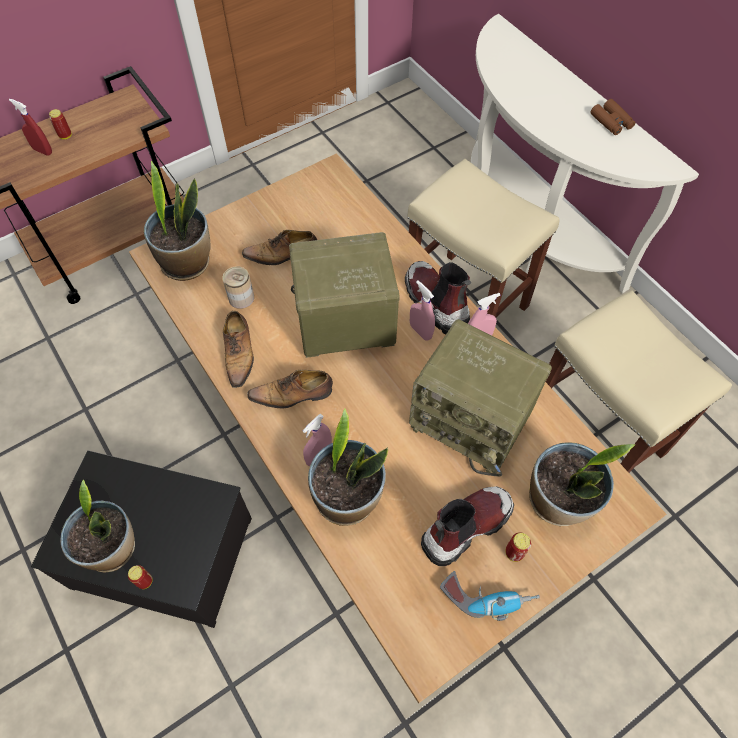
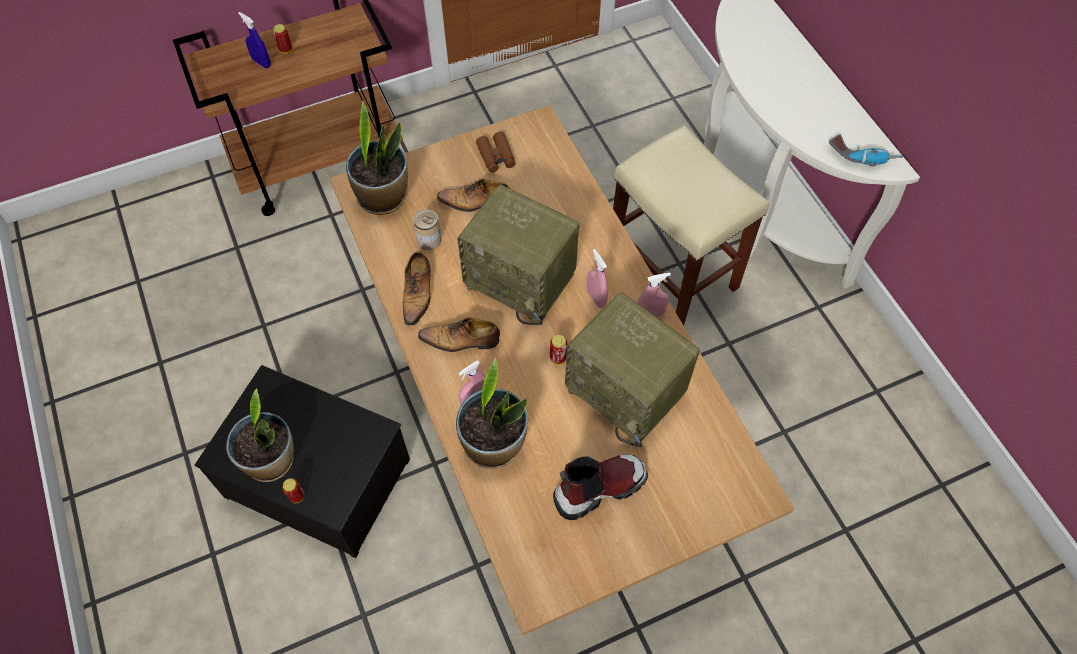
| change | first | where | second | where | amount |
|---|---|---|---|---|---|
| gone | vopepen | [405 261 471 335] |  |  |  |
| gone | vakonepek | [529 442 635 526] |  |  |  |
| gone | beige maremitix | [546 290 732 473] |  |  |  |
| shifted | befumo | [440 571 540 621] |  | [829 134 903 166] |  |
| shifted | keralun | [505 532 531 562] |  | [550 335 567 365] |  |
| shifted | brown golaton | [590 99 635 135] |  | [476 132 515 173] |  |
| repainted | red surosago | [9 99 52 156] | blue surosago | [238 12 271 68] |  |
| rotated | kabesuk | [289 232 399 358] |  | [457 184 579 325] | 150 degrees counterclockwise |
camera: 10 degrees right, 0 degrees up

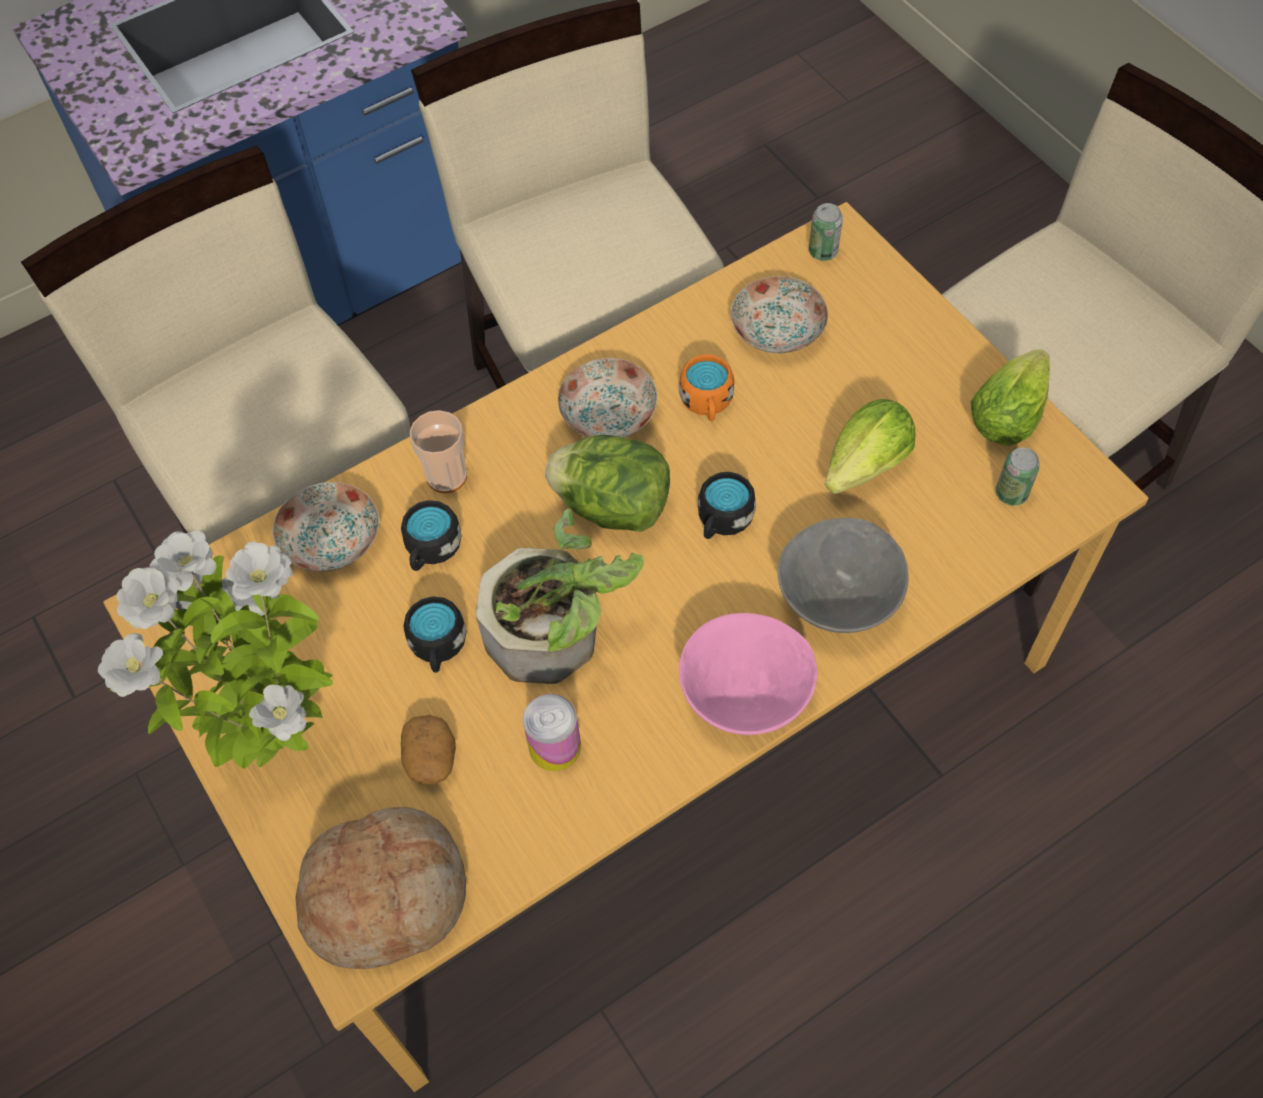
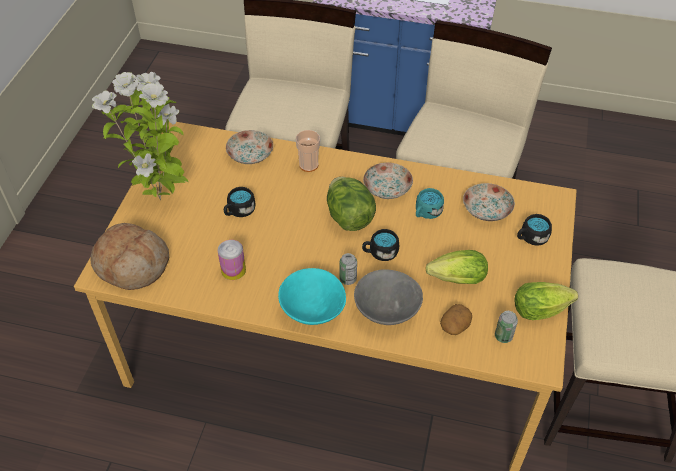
| change | first | where | second | where | amount |
|---|---|---|---|---|---|
| gone | vakonepek | [475 508 644 684] |  |  |  |
| shifted | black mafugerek | [401 500 461 571] |  | [517 214 552 246] |  |
| shifted | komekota | [401 715 456 785] |  | [440 304 472 335] |  |
| shifted | keralun | [809 203 843 261] |  | [340 253 357 285] |  |
| repainted | orange mafugerek | [679 354 734 421] | turquoise mafugerek | [416 188 444 219] |  |
| repainted | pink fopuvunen | [679 613 818 735] | turquoise fopuvunen | [278 268 346 325] |  |
camera: 45 degrees right, 10 degrees down

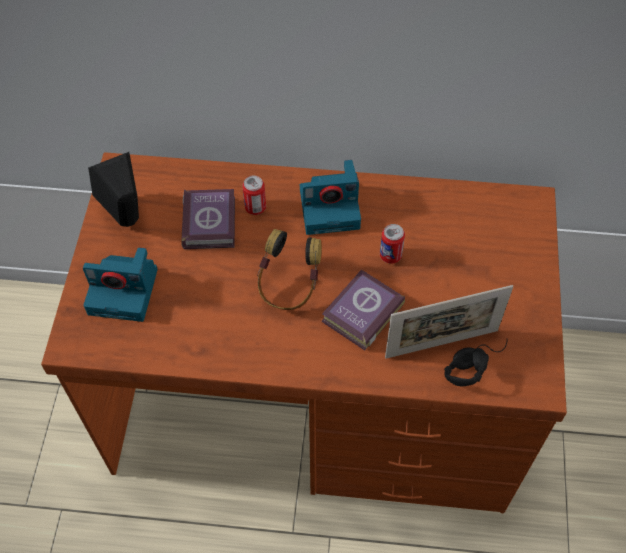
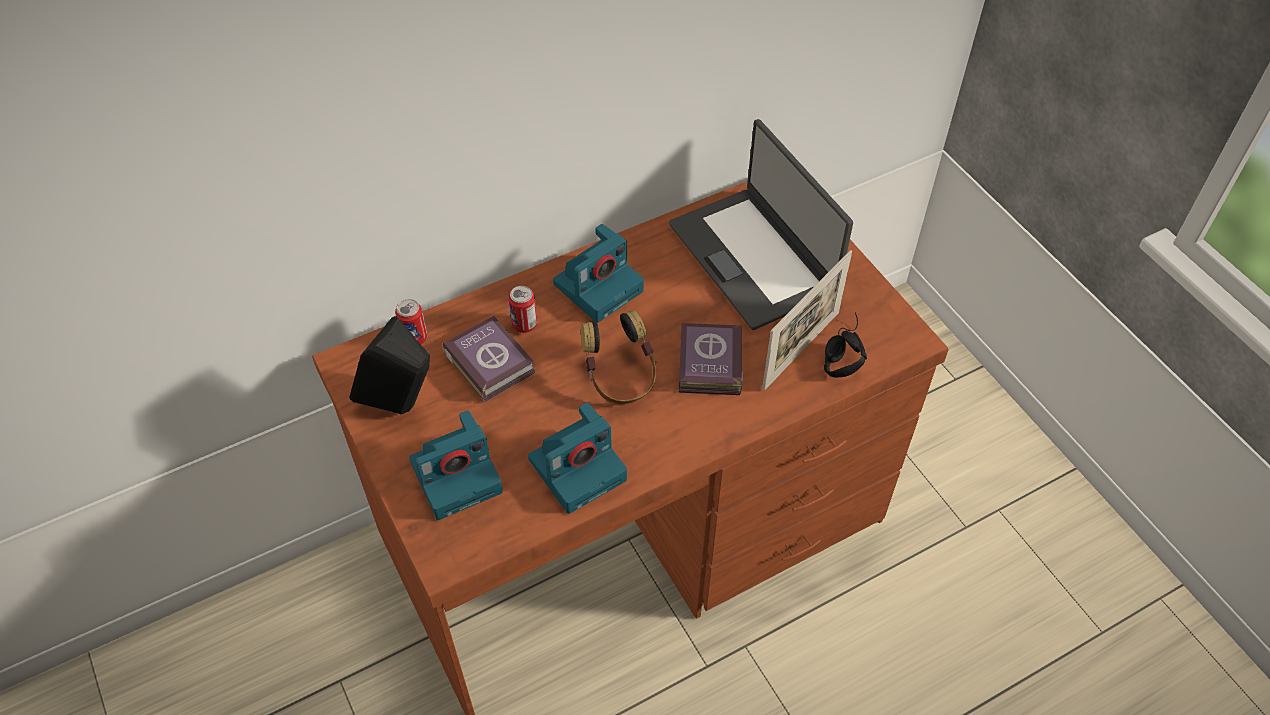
| change | first | where | second | where | amount |
|---|---|---|---|---|---|
| new |  |  | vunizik | [528 402 627 514] |  |
| new |  |  | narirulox | [669 119 853 330] |  |
| shifted | keralun | [380 224 405 264] |  | [395 299 427 344] |  |
camera: 35 degrees left, 5 degrees down

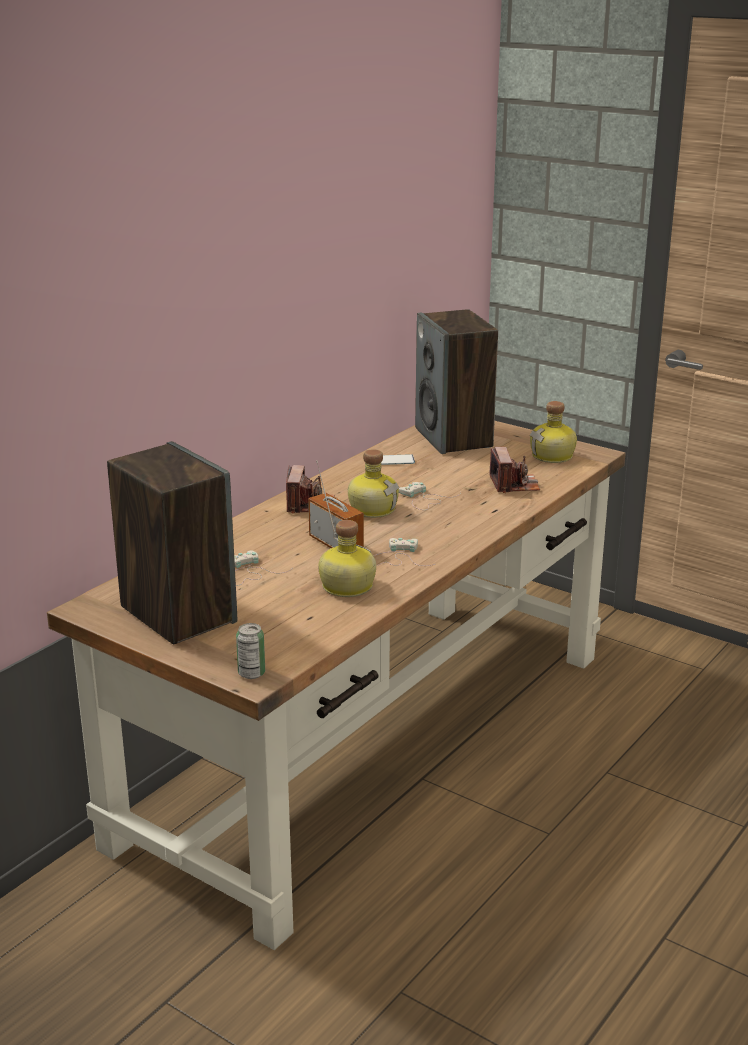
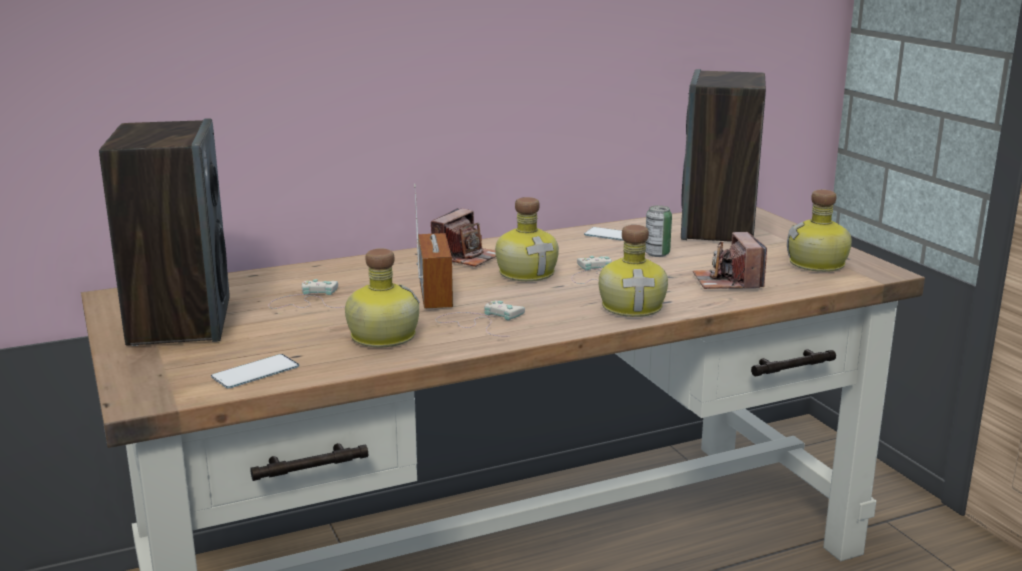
| change | first | where | second | where | amount |
|---|---|---|---|---|---|
| new |  |  | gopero | [211 354 299 388] |  |
| new |  |  | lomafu | [599 225 668 317] |  |
| shifted | keralun | [236 623 265 679] |  | [645 205 672 257] |  |
| rotated | vunizik | [489 447 540 493] |  | [693 232 767 289] | 150 degrees clockwise |
camera: 30 degrees right, 5 degrees down

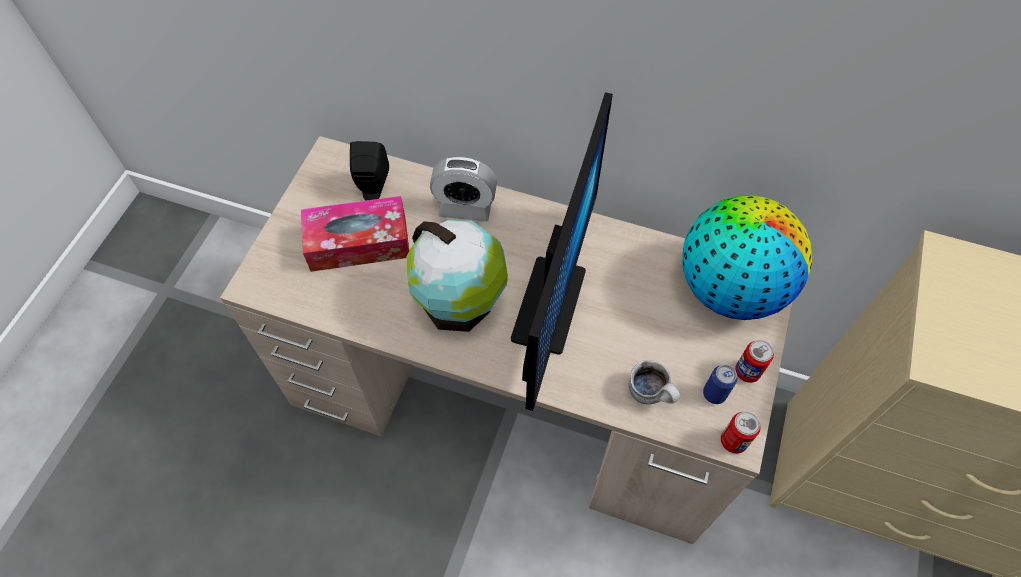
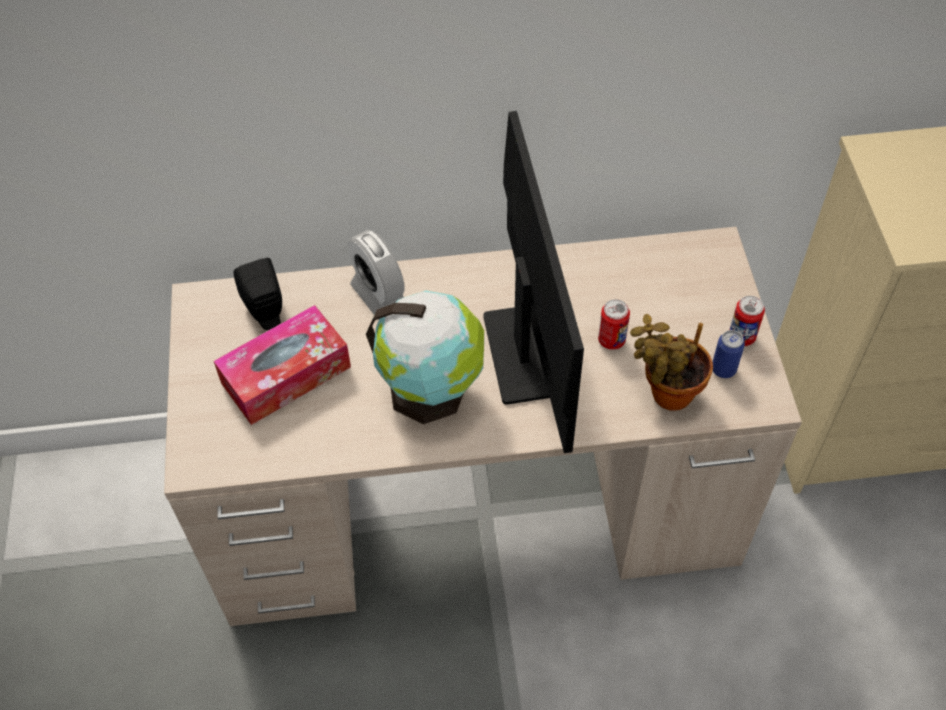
| change | first | where | second | where | amount |
|---|---|---|---|---|---|
| gone | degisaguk | [682 195 812 320] |  |  |  |
| shifted | keralun | [721 412 761 454] |  | [598 299 630 350] |  |
| swapped | mafugerek | [629 360 680 404] | vakonepek | [630 314 713 411] |  |
| rotated | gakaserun | [430 157 497 222] |  | [348 230 404 320] | 75 degrees clockwise |
camera: 25 degrees left, 5 degrees down

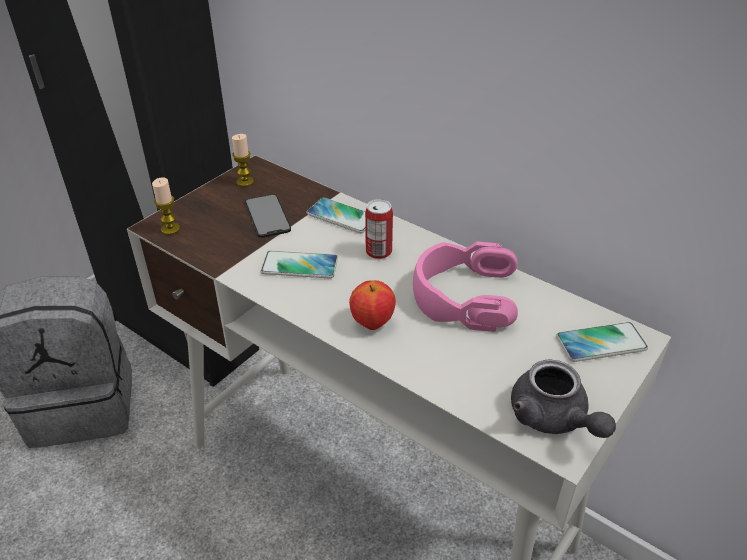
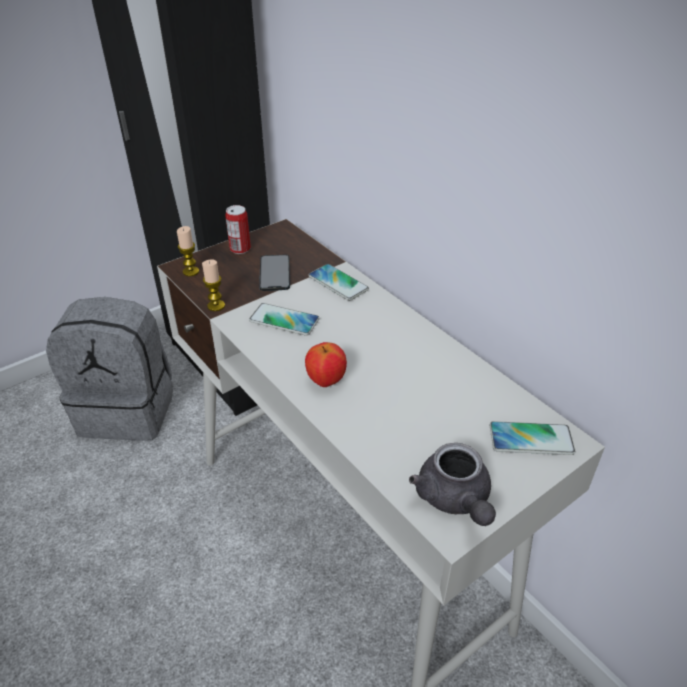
| change | first | where | second | where | amount |
|---|---|---|---|---|---|
| gone | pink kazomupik | [413 241 518 332] |  |  |  |
| shifted | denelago | [232 134 254 187] |  | [202 259 225 311] |  |
| shifted | keralun | [365 199 393 259] |  | [225 205 251 254] |  |
camera: 15 degrees right, 0 degrees up

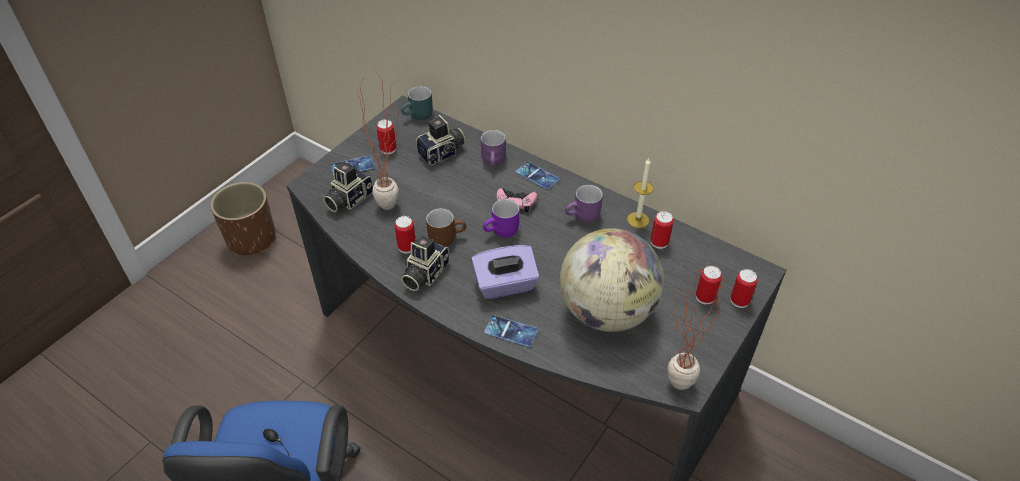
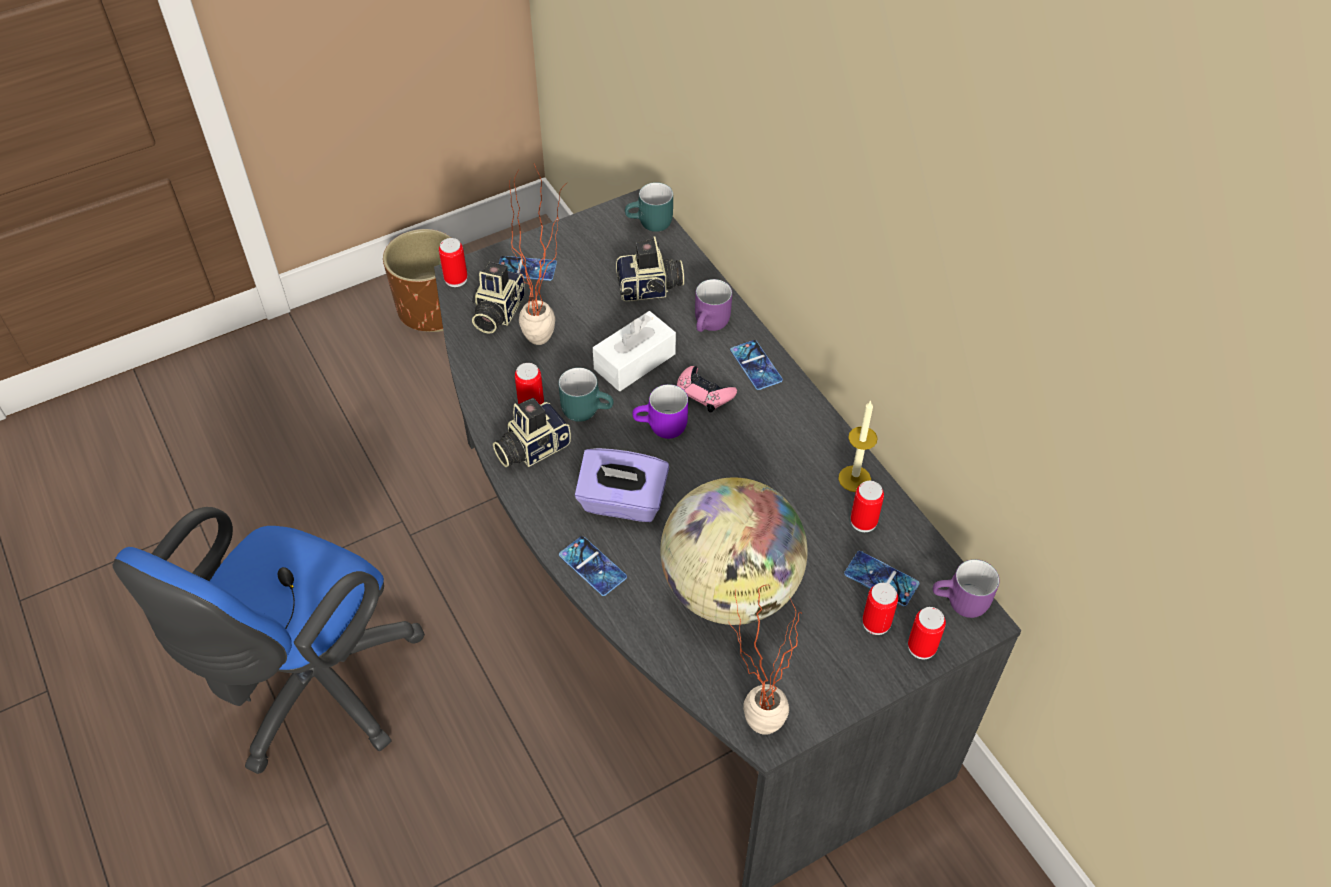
| change | first | where | second | where | amount |
|---|---|---|---|---|---|
| new |  |  | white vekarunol | [593 311 676 391] |  |
| new |  |  | gopero | [844 551 920 606] |  |
| shifted | keralun | [377 119 396 154] |  | [439 238 467 287] |  |
| shifted | purple mafugerek | [565 185 603 223] |  | [933 559 999 618] |  |
| repainted | brown mafugerek | [426 208 466 247] | turquoise mafugerek | [559 368 614 422] |  |
| rotated | vunizik | [323 162 373 212] |  | [472 262 525 334] | 45 degrees counterclockwise |
camera: 25 degrees right, 5 degrees up

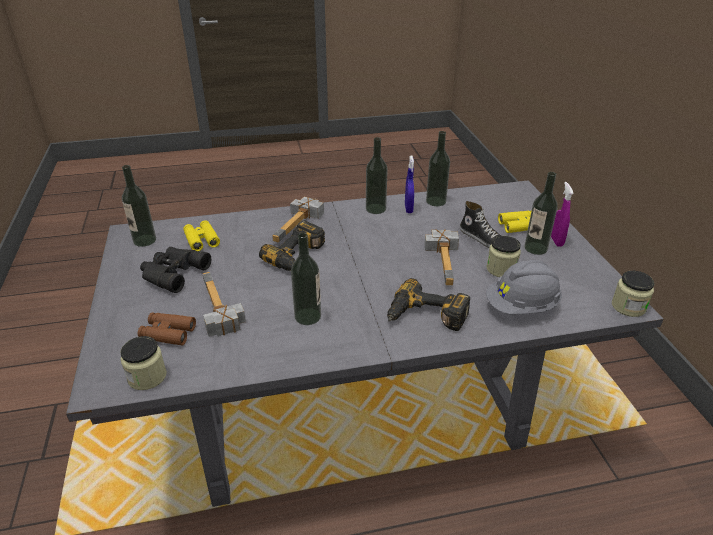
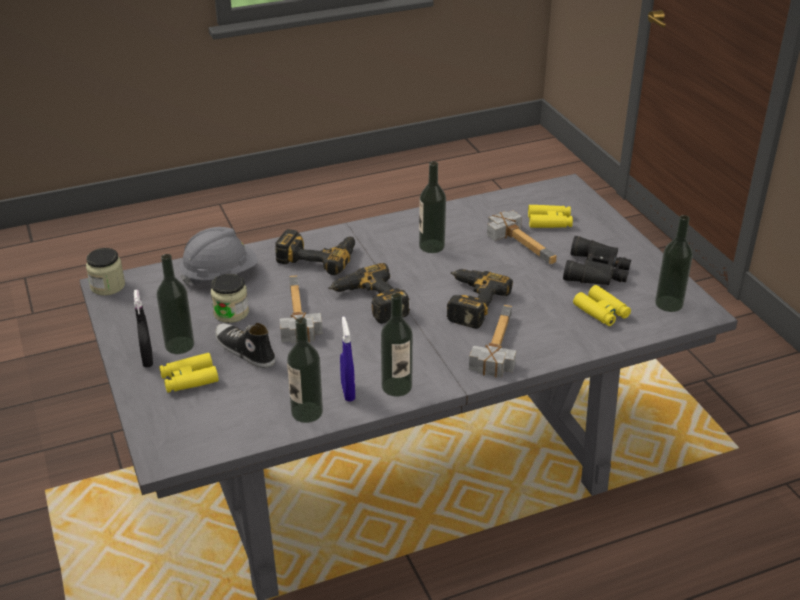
| change | first | where | second | where | amount |
|---|---|---|---|---|---|
| gone | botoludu | [120 336 167 390] |  |  |  |
| new |  |  | befumo | [328 263 410 324] |  |
| repainted | brown golaton | [138 313 196 346] | yellow golaton | [528 205 573 228] |  |
| repainted | purple surosago | [551 182 574 247] | black surosago | [134 290 153 367] |  |
camera: 170 degrees right, 0 degrees up

